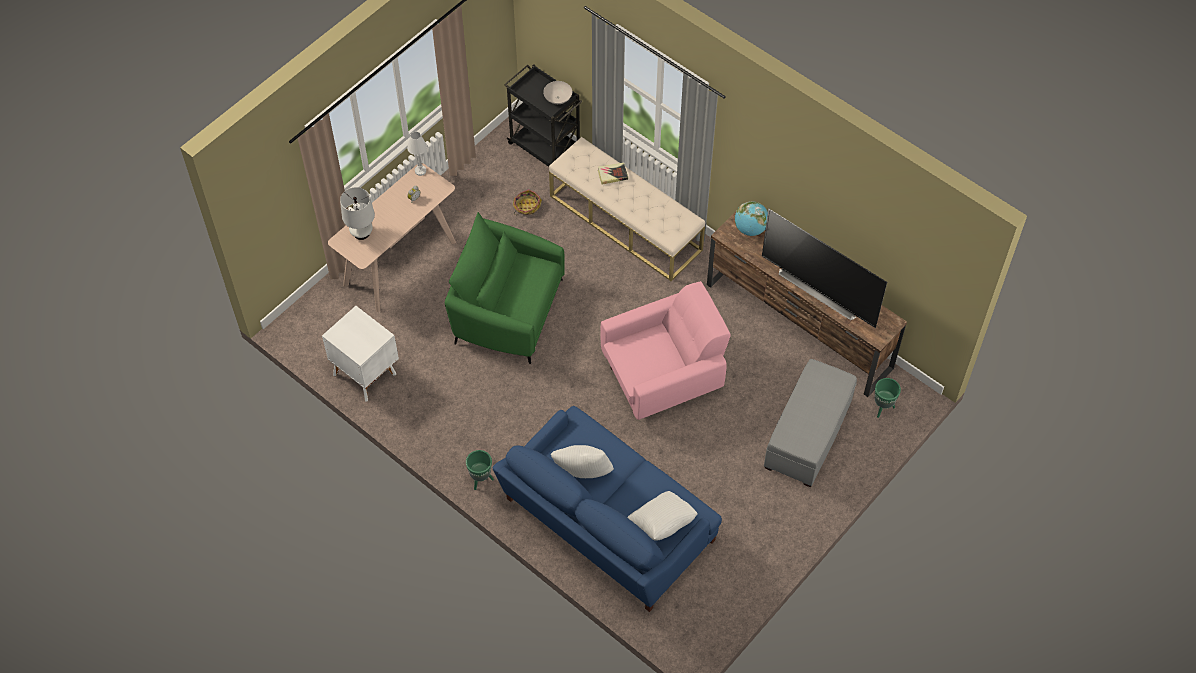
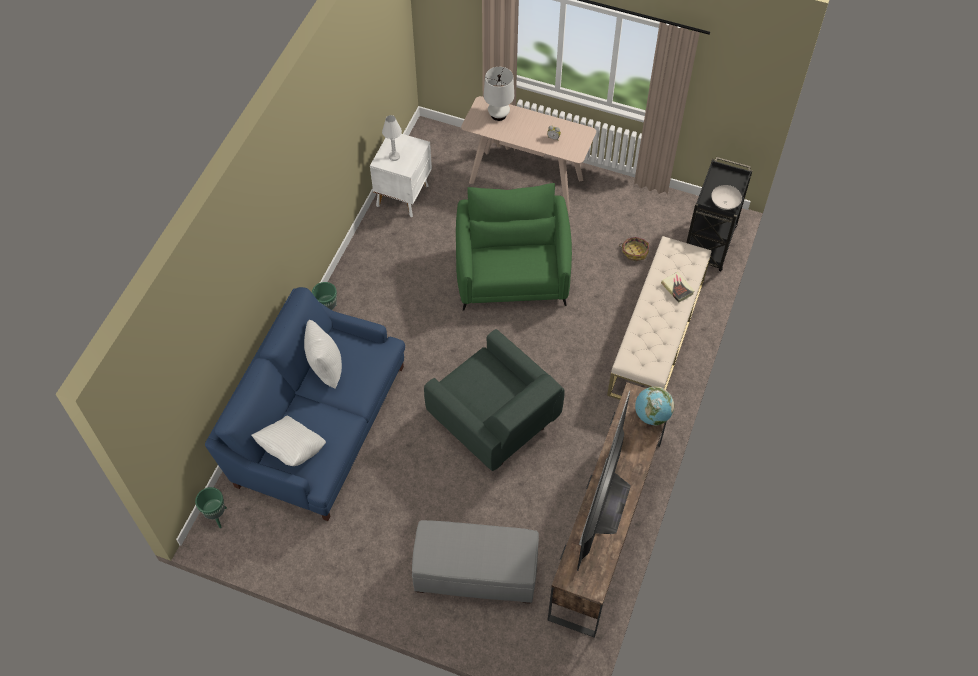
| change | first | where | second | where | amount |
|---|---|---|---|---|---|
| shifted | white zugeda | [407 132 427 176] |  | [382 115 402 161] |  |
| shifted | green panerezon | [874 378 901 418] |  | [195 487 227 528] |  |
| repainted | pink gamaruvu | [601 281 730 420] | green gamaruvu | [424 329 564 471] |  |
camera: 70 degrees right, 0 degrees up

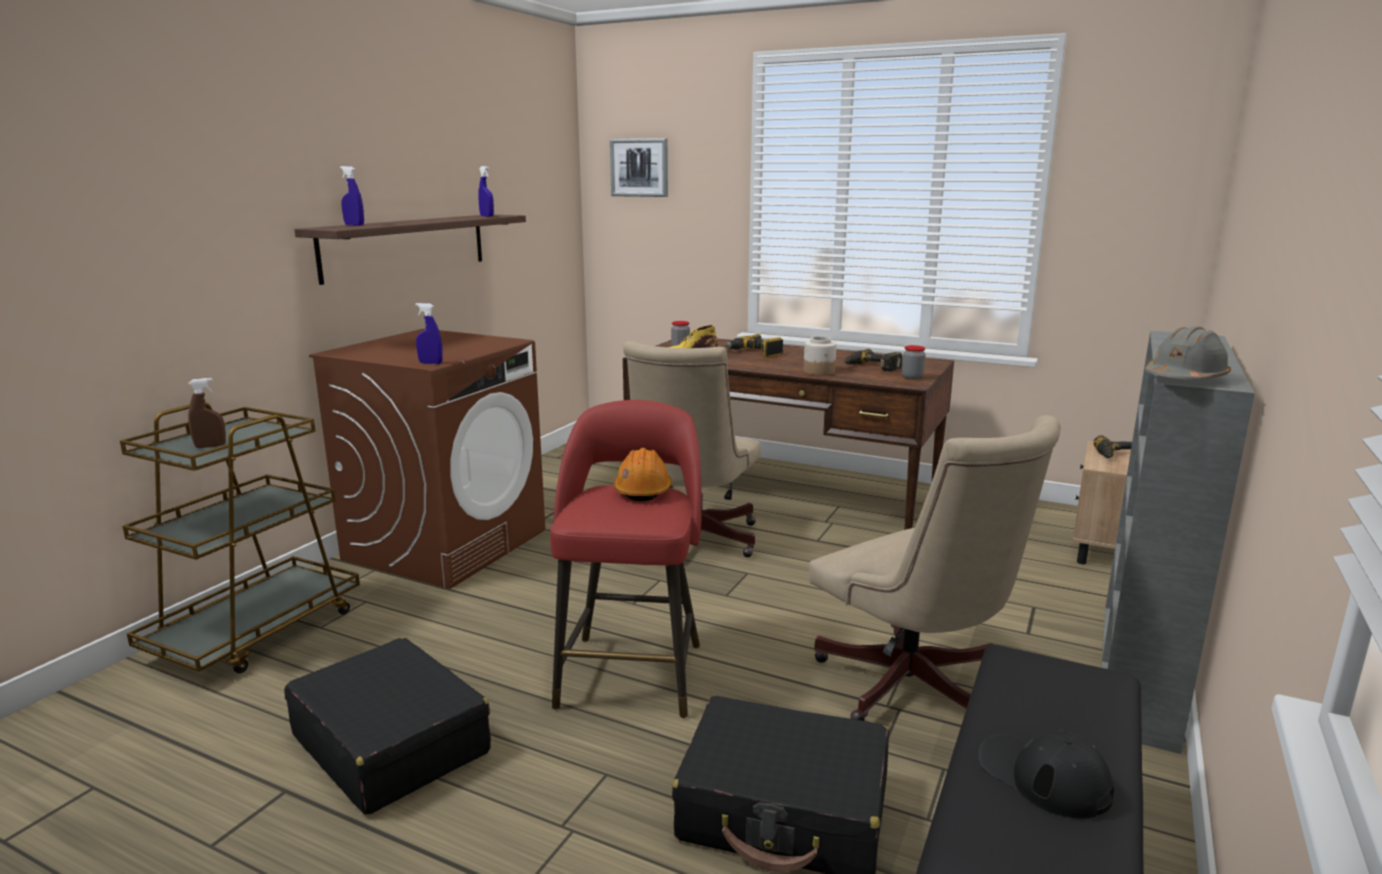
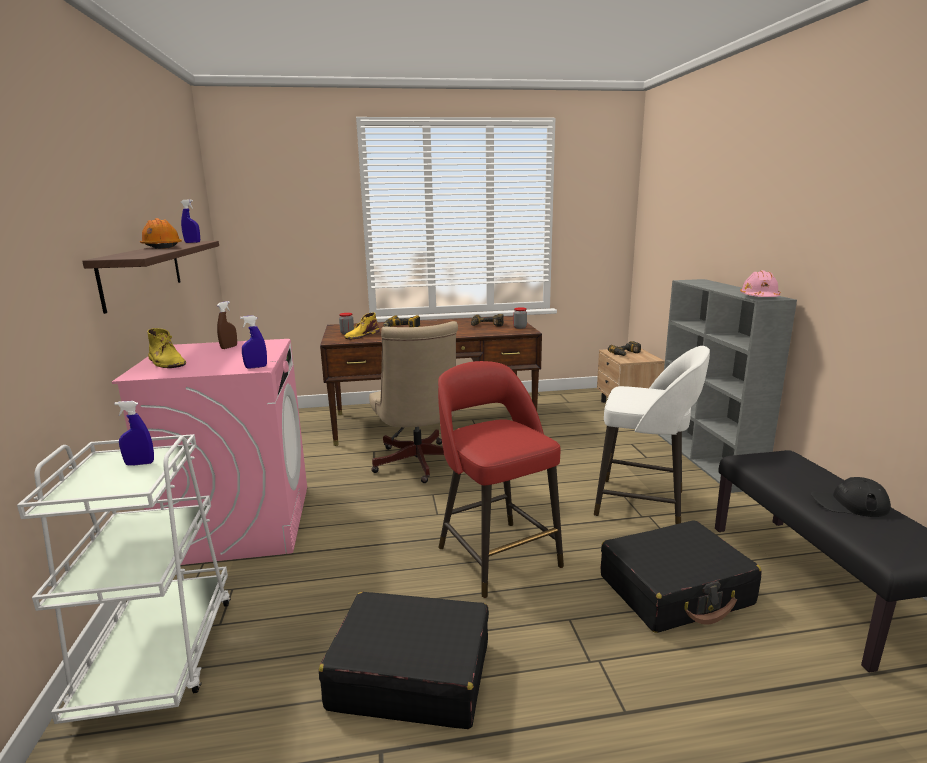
| change | first | where | second | where | amount |
|---|---|---|---|---|---|
| gone | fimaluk | [610 138 668 197] |  |  |  |
| gone | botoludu | [804 336 836 375] |  |  |  |
| new |  |  | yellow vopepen | [147 328 186 368] |  |
| shifted | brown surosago | [188 378 226 448] |  | [217 301 237 349] |  |
| shifted | blue surosago | [340 166 364 226] |  | [114 401 154 465] |  |
| shifted | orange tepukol | [614 448 672 501] |  | [140 218 182 249] |  |
| swapped | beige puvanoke | [809 415 1061 721] | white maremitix | [594 346 710 524] |  |
| repainted | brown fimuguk | [120 402 360 673] | white fimuguk | [17 434 231 724] |  |
| repainted | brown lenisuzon | [309 329 545 589] | pink lenisuzon | [112 339 307 565] |  |
| repainted | grey tepukol | [1145 326 1231 379] | pink tepukol | [740 270 781 297] |  |
camera: 35 degrees left, 0 degrees up

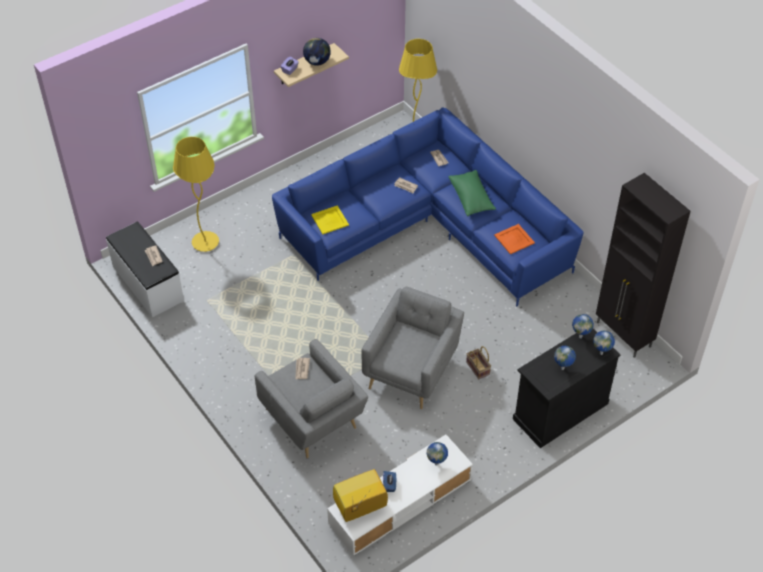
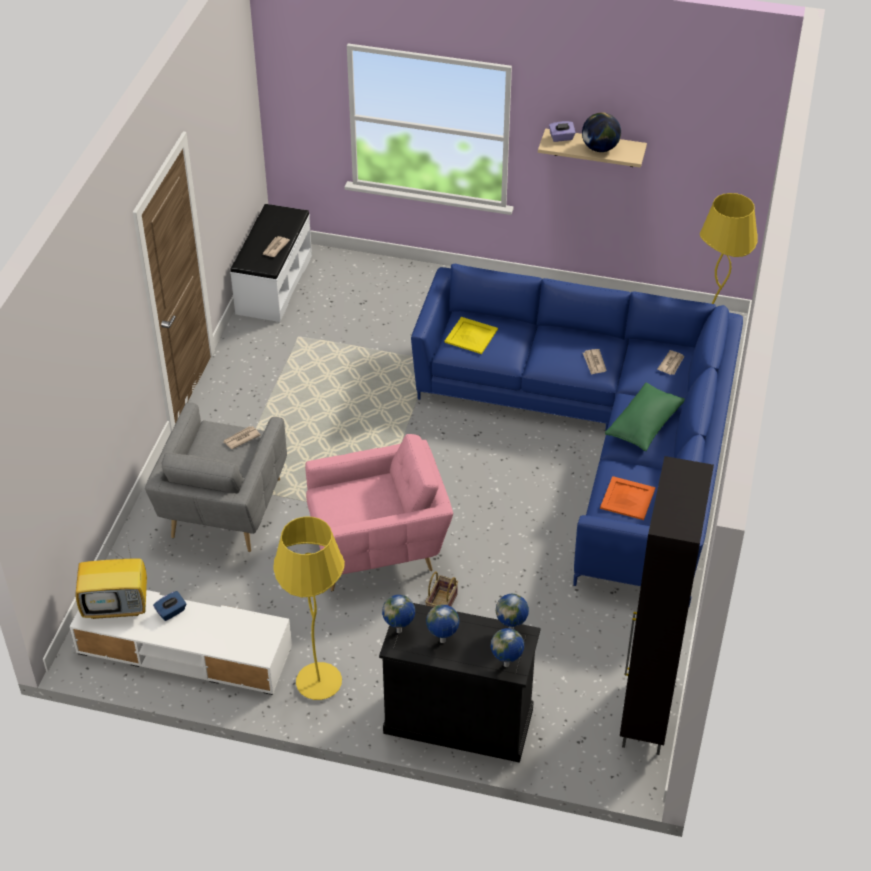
| change | first | where | second | where | amount |
|---|---|---|---|---|---|
| shifted | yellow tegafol | [173 137 219 252] |  | [273 517 345 700] |  |
| shifted | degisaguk | [427 442 448 466] |  | [382 595 415 633] |  |
| repainted | grey gamaruvu | [361 287 464 409] | pink gamaruvu | [305 434 453 591] |  |
| rotated | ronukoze | [333 469 388 522] |  | [76 536 147 619] | 150 degrees clockwise |
camera: 50 degrees right, 5 degrees down

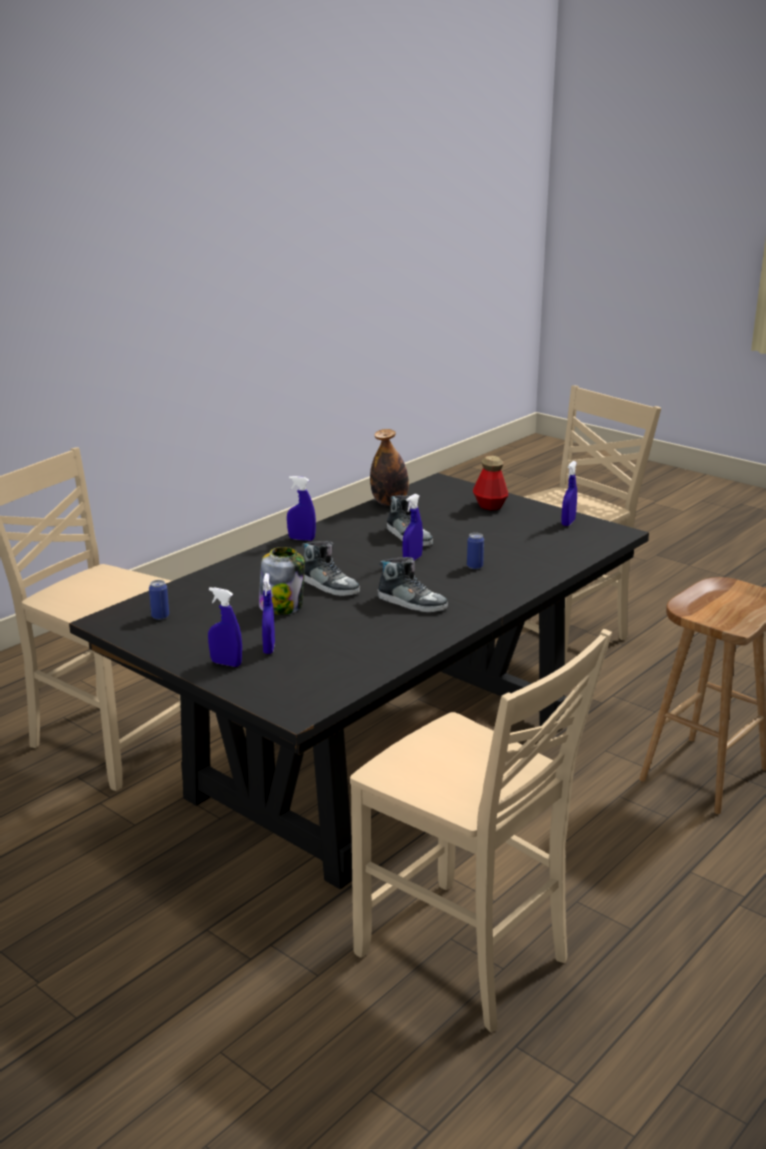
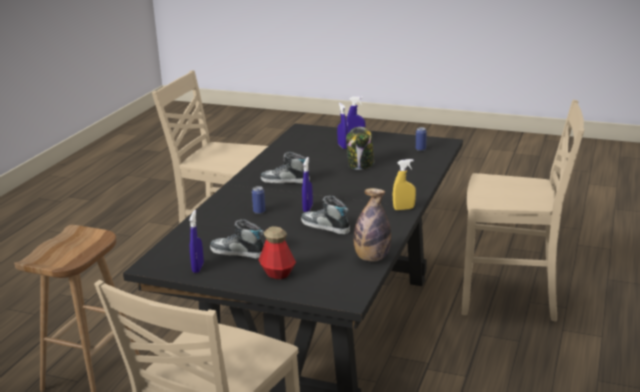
| change | first | where | second | where | amount |
|---|---|---|---|---|---|
| shifted | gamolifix | [302 541 360 596] |  | [210 219 264 259] |  |
| repainted | blue surosago | [287 476 316 541] | yellow surosago | [393 159 416 210] |  |
camera: 160 degrees right, 0 degrees up

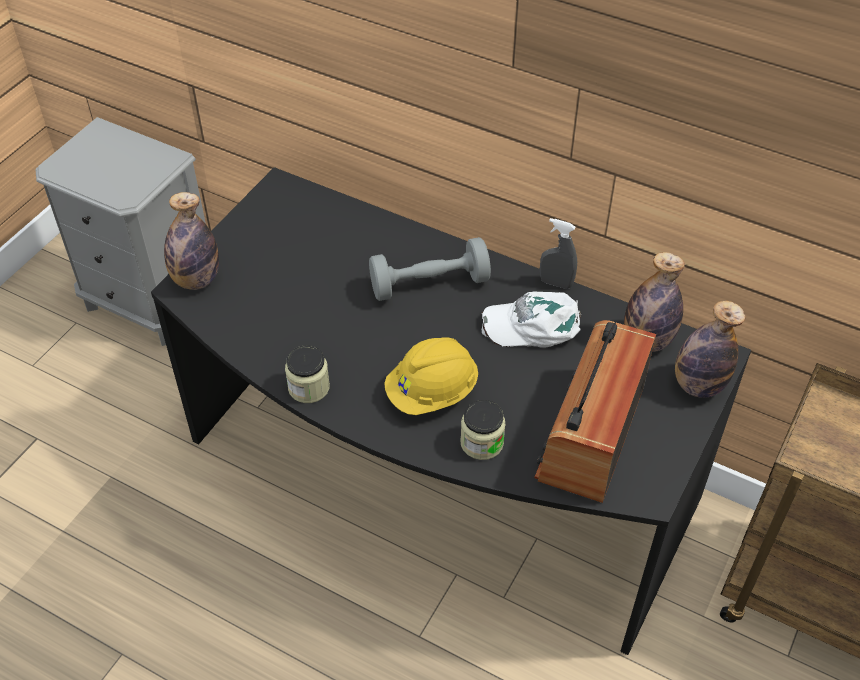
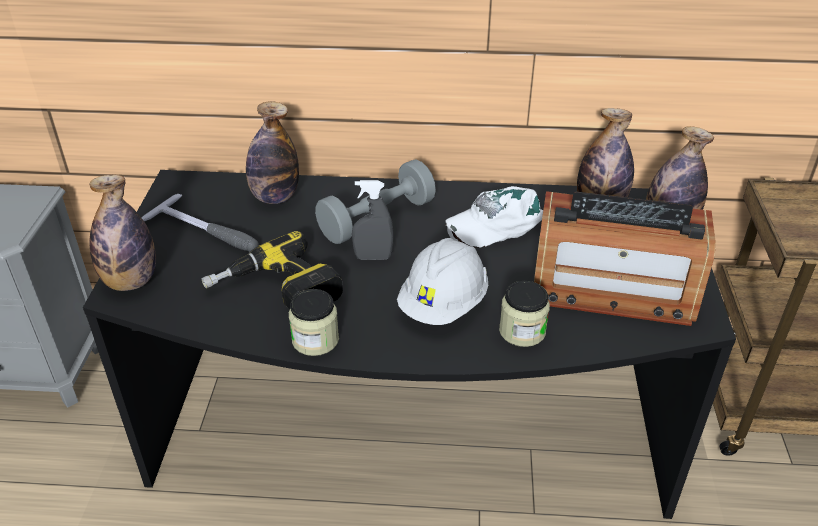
| change | first | where | second | where | amount |
|---|---|---|---|---|---|
| new |  |  | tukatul | [141 194 259 251] |  |
| new |  |  | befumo | [202 231 343 309] |  |
| new |  |  | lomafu | [246 101 299 204] |  |
| shifted | grey surosago | [540 218 577 289] |  | [352 180 394 260] |  |
| repainted | yellow tepukol | [384 337 478 415] | white tepukol | [397 238 488 325] |  |
| rotated | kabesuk | [534 320 656 503] |  | [534 191 716 326] | 75 degrees counterclockwise |
camera: 25 degrees left, 10 degrees down

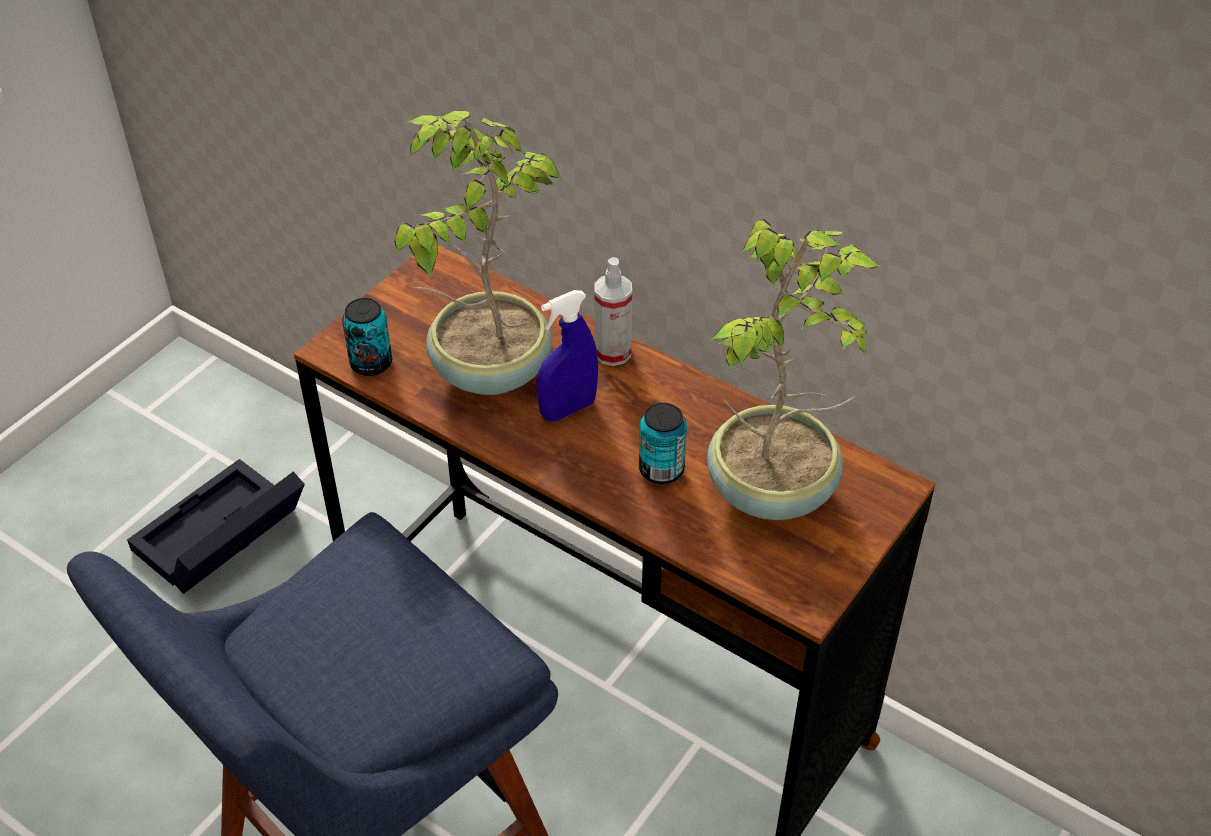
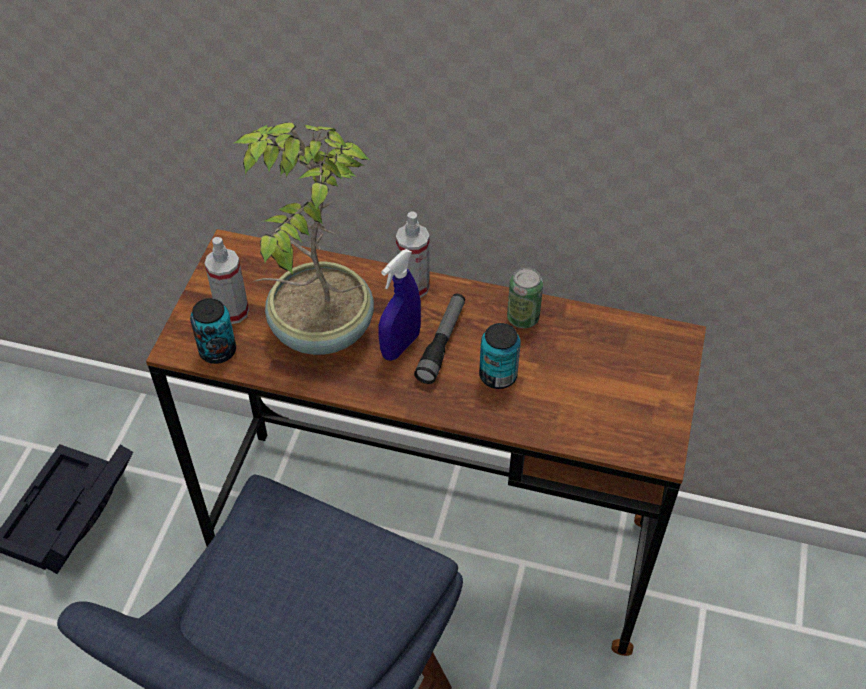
| change | first | where | second | where | amount |
|---|---|---|---|---|---|
| gone | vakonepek | [707 219 882 520] |  |  |  |
| new |  |  | surosago | [204 237 249 324] |  |
| new |  |  | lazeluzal | [414 294 465 384] |  |
| new |  |  | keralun | [507 267 543 328] |  |
camera: 20 degrees left, 5 degrees up

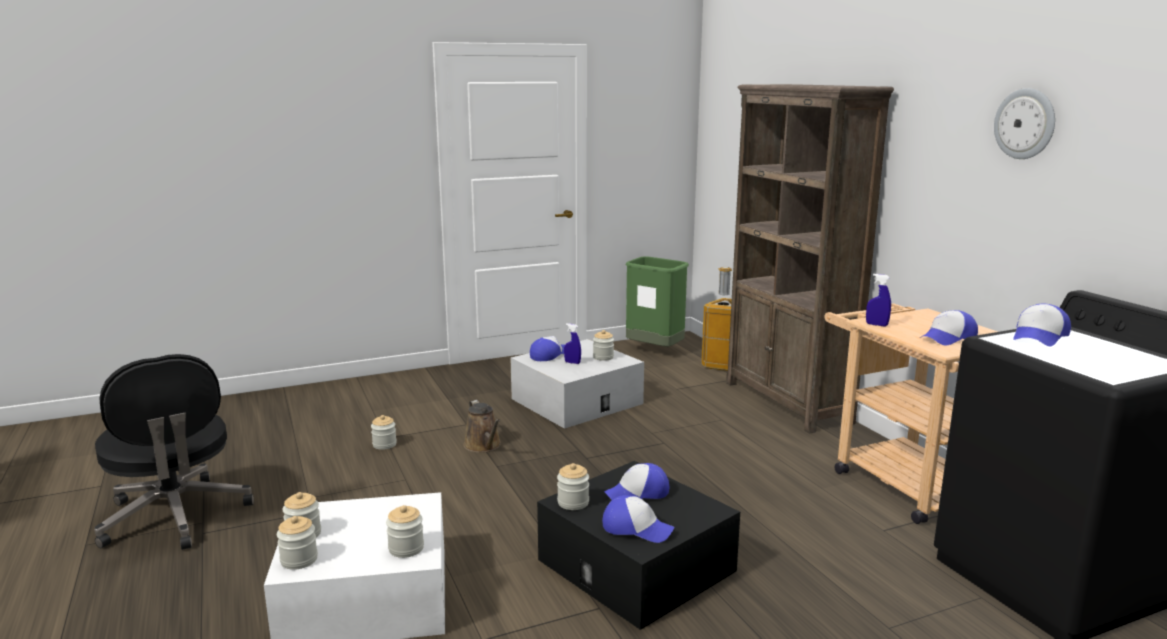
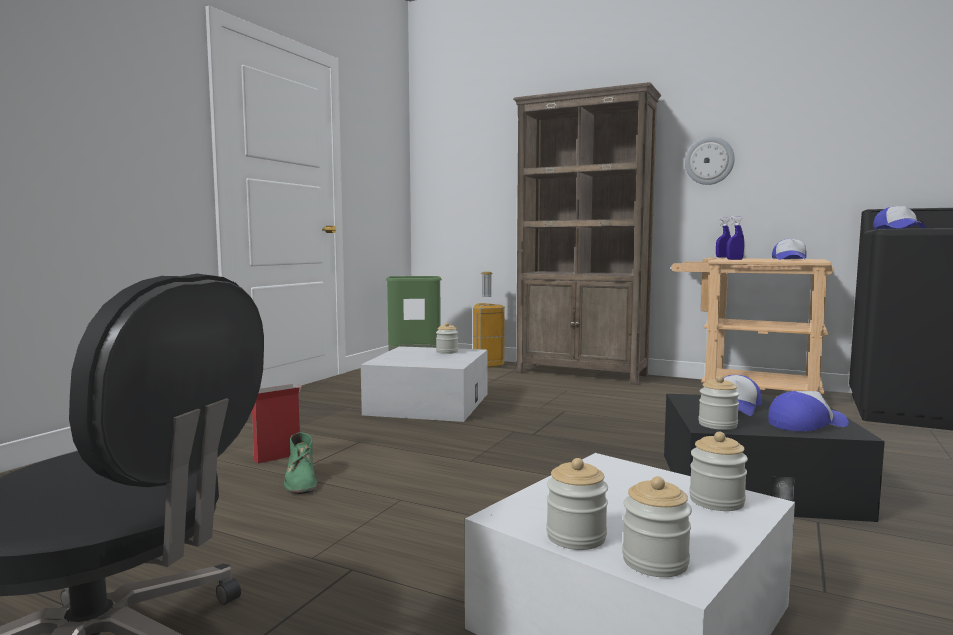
| change | first | where | second | where | amount |
|---|---|---|---|---|---|
| gone | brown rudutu | [464 400 501 453] |  |  |  |
| gone | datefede | [530 336 565 361] |  |  |  |
| new |  |  | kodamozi | [252 384 302 464] |  |
| shifted | blue surosago | [564 323 581 364] |  | [716 218 731 258] |  |
| shifted | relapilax | [994 88 1055 159] |  | [685 137 735 185] |  |
| swapped | botoludu | [371 415 397 450] | green vopepen | [284 432 317 494] |  |
camera: 40 degrees left, 10 degrees down

